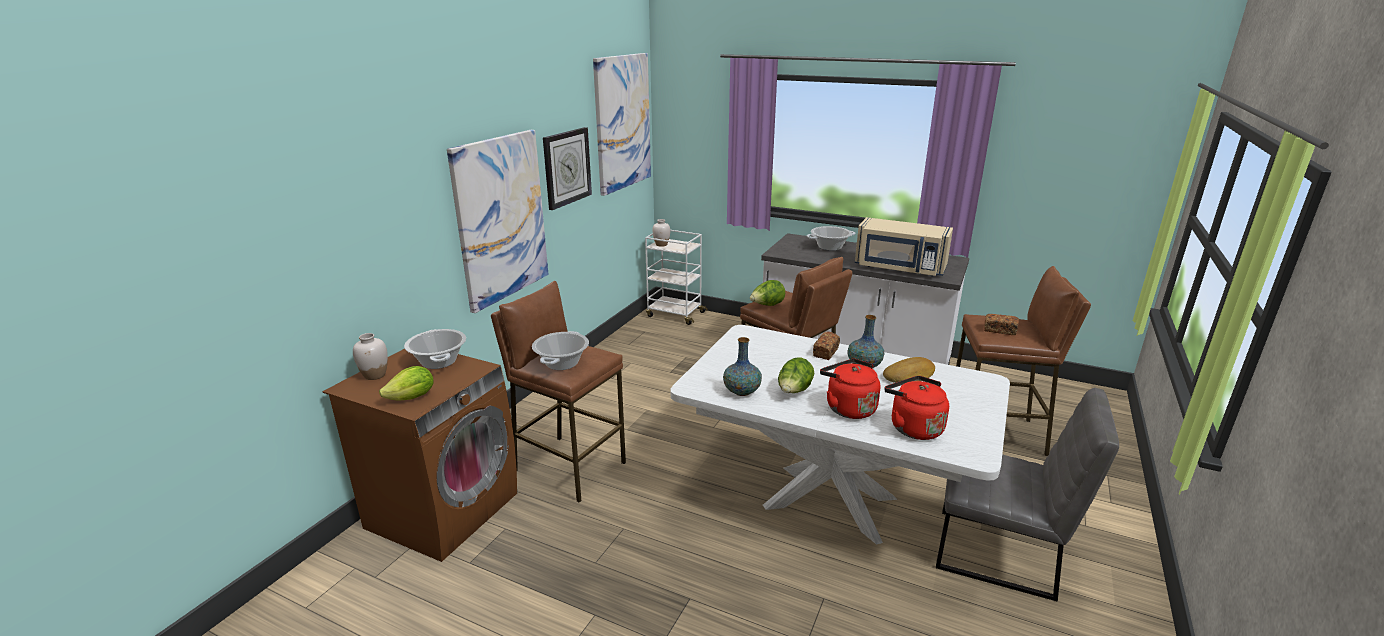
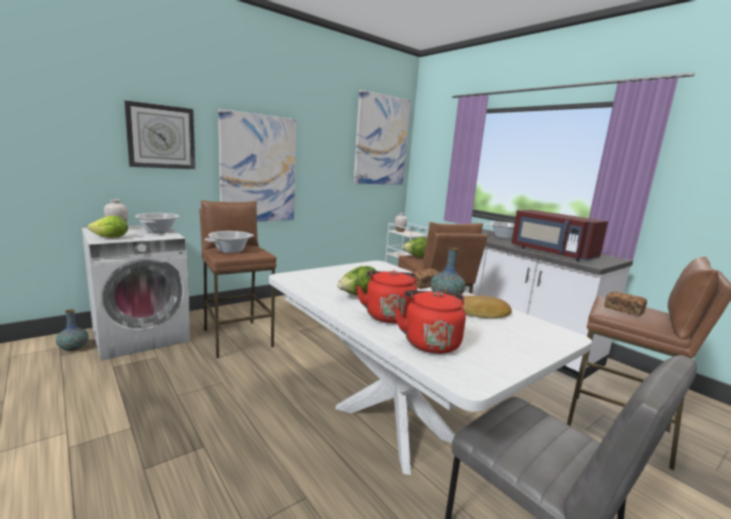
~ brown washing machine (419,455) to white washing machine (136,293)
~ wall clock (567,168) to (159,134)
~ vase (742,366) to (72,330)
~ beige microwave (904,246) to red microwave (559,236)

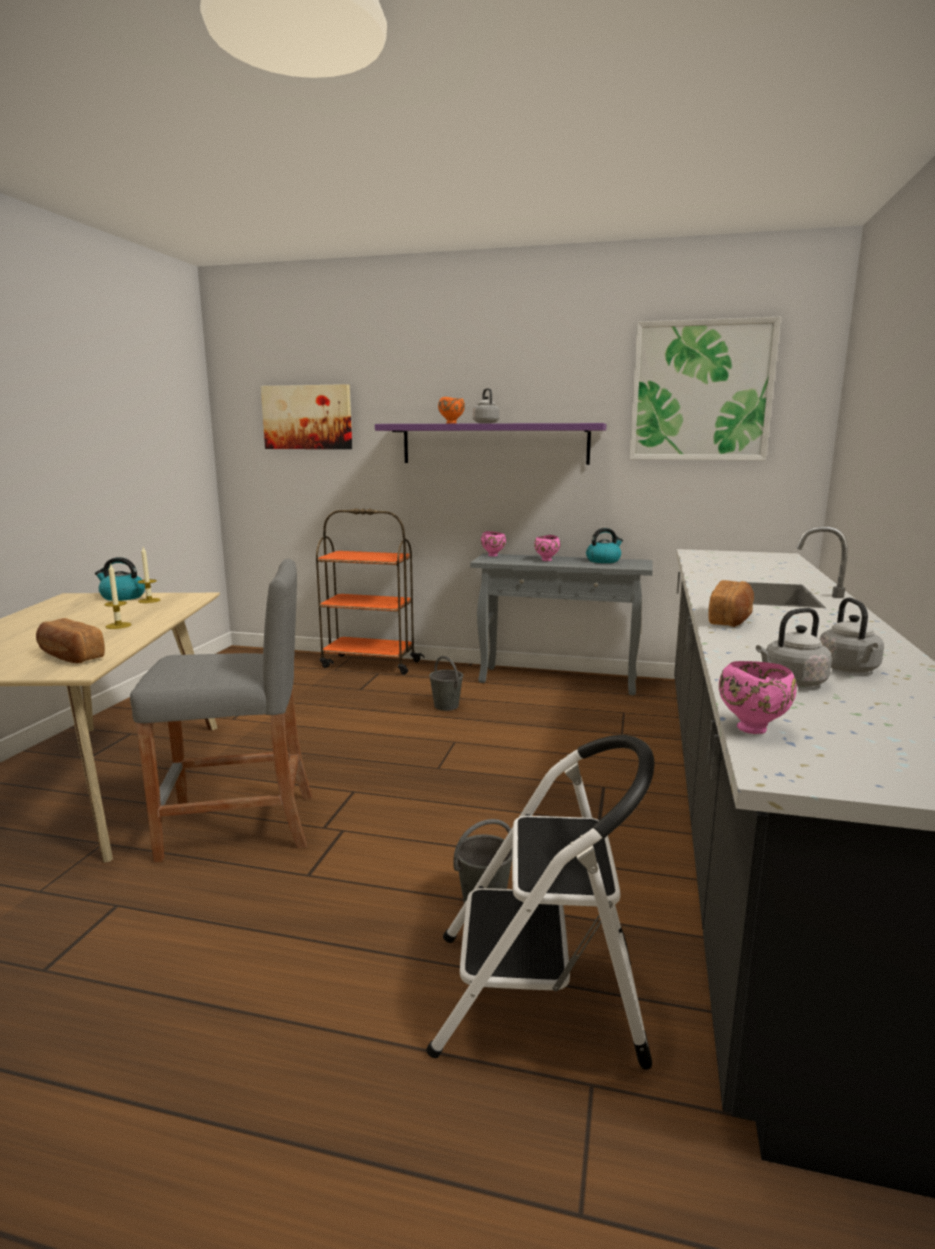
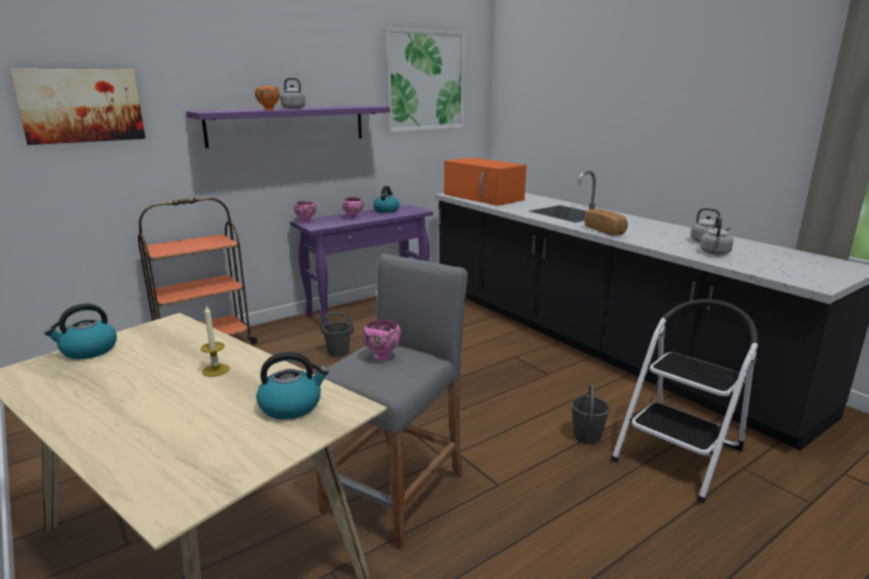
~ bread (70,640) to kettle (292,386)
- candle (149,575)
~ grey console table (561,624) to purple console table (361,266)
~ pink bowl (758,697) to (381,339)
+ orange microwave (485,181)

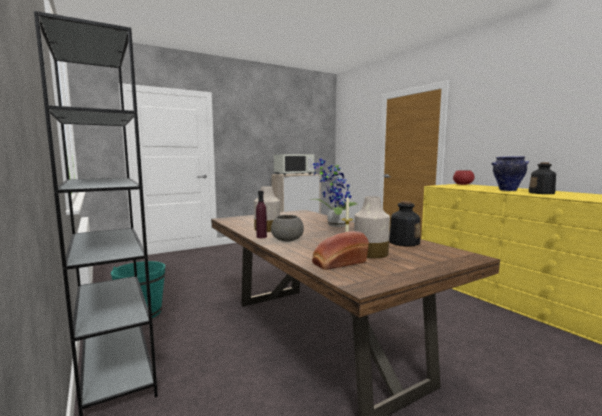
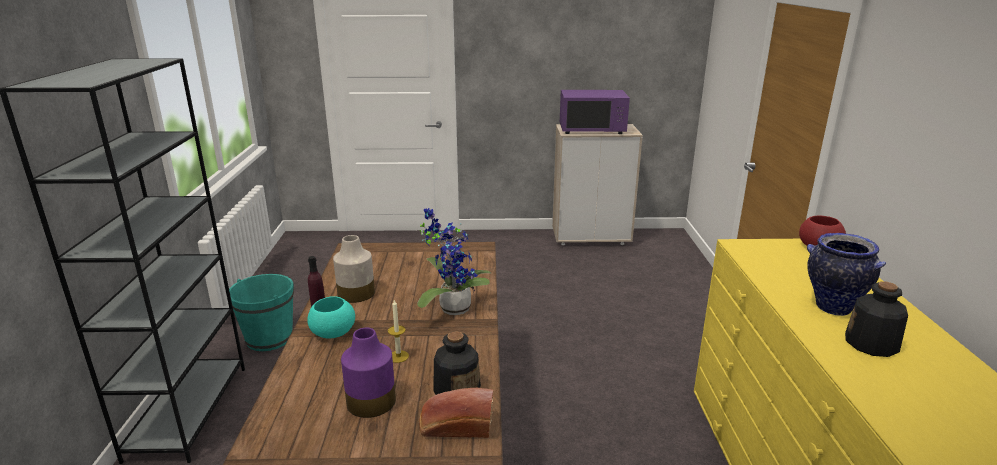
~ grey bowl (287,228) to turquoise bowl (331,317)
~ white microwave (294,164) to purple microwave (595,112)
~ bread (340,250) to (456,413)
~ beige vase (372,227) to purple vase (368,373)

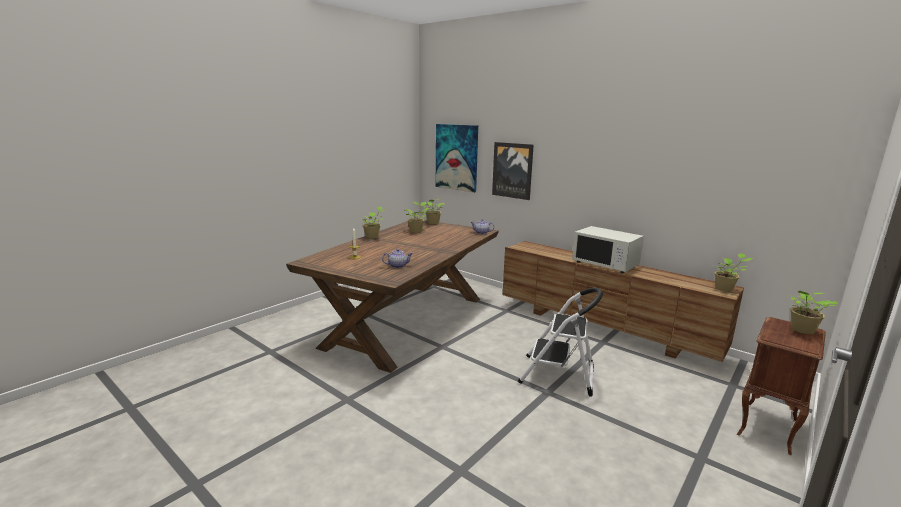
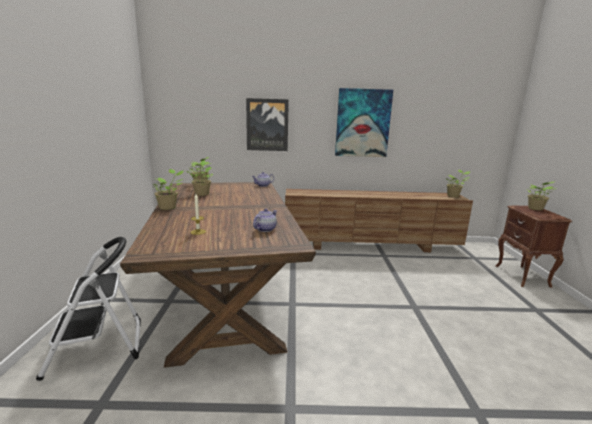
~ picture (457,158) to (364,122)
~ step ladder (560,342) to (88,309)
- white microwave (608,250)

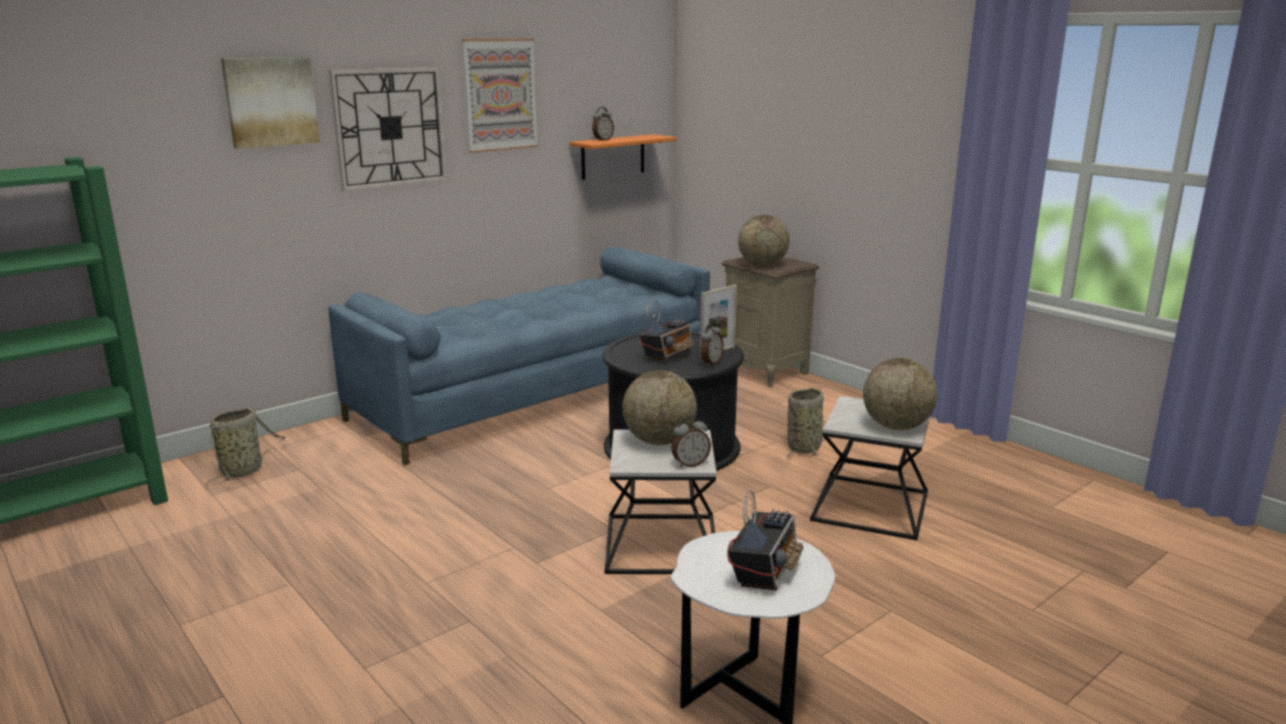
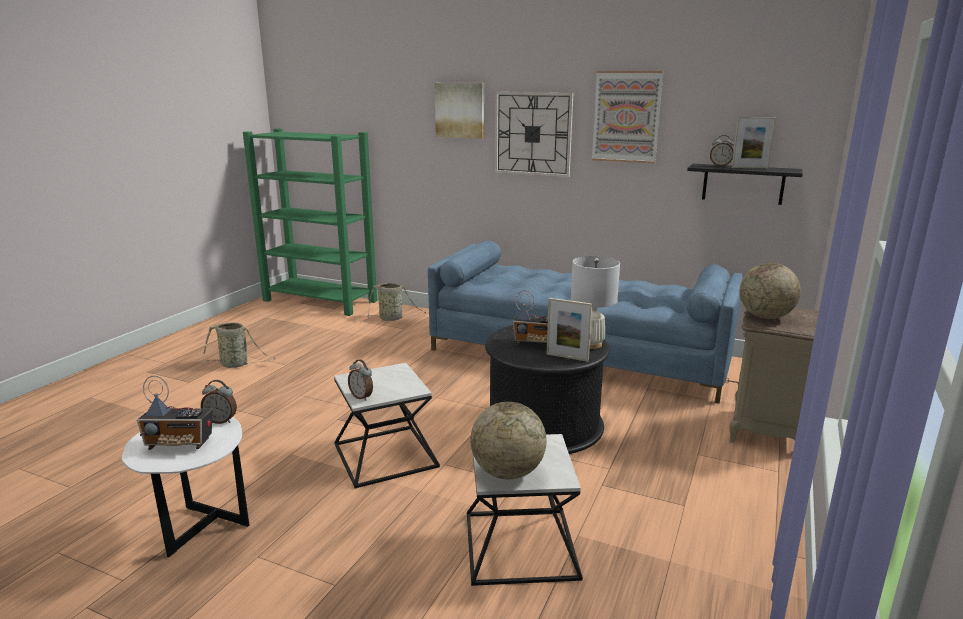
~ orange shelf (623,157) to black shelf (745,184)
- globe (659,407)
~ alarm clock (712,344) to (219,402)
~ basket (805,423) to (238,345)
+ white table lamp (595,302)
+ picture frame (753,143)

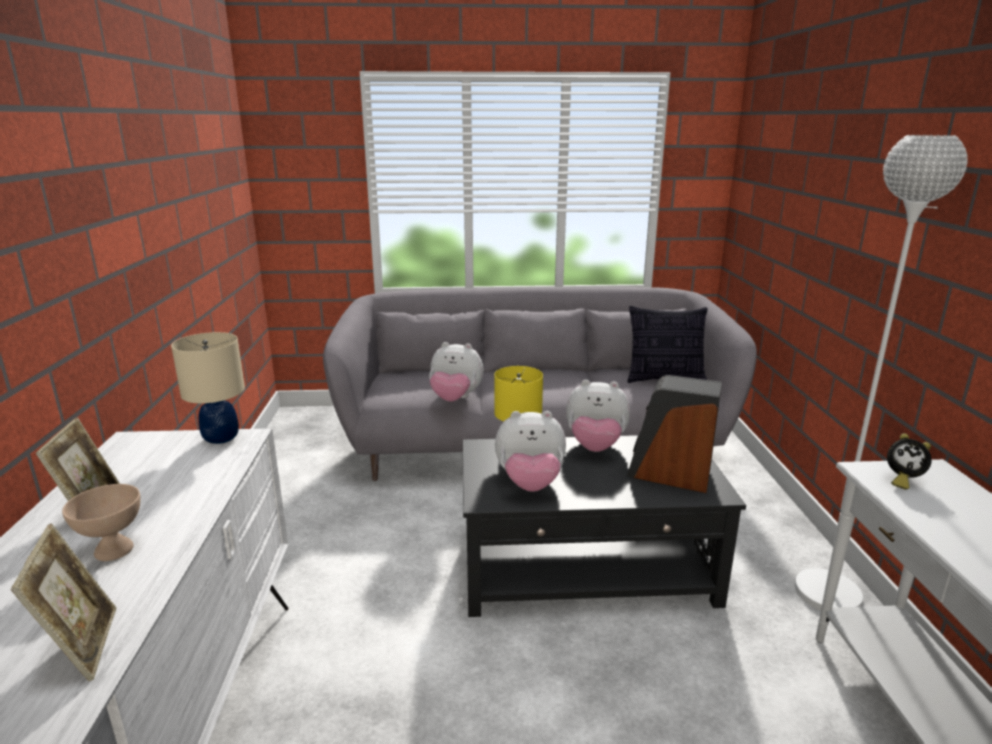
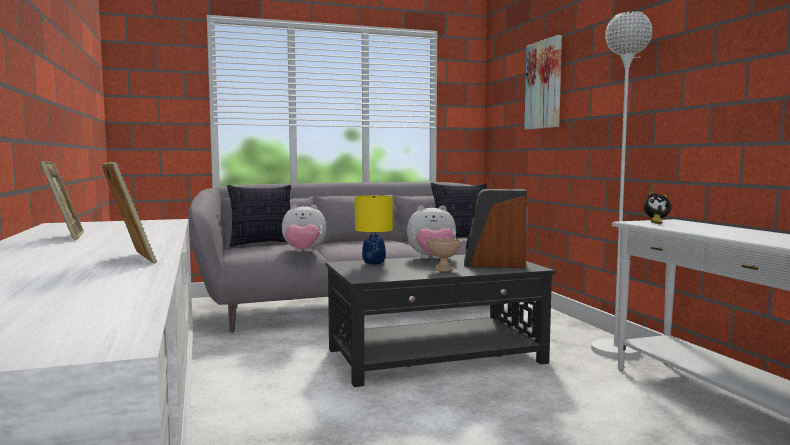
~ beige bowl (101,522) to (444,255)
- beige table lamp (208,388)
- plush toy (530,451)
+ pillow (259,216)
+ picture (543,82)

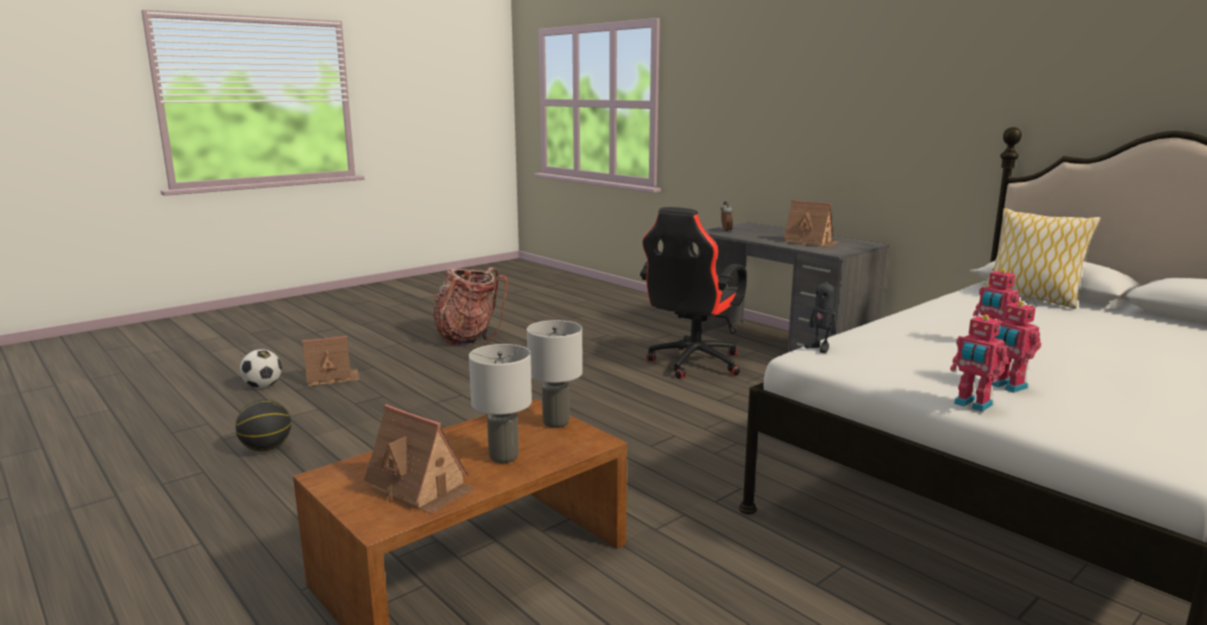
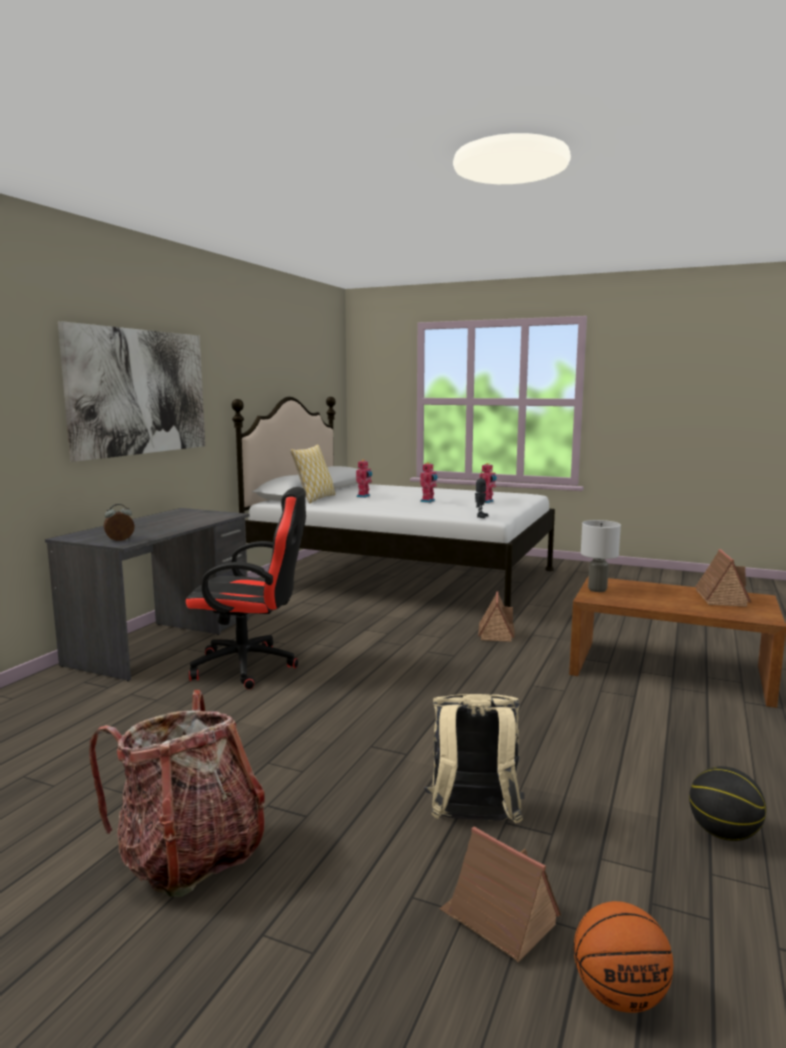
~ football (261,368) to basketball (623,957)
- white table lamp (500,403)
~ toy house (811,223) to (496,616)
~ toy robot (979,363) to (364,479)
+ picture (131,391)
+ beige backpack (474,758)

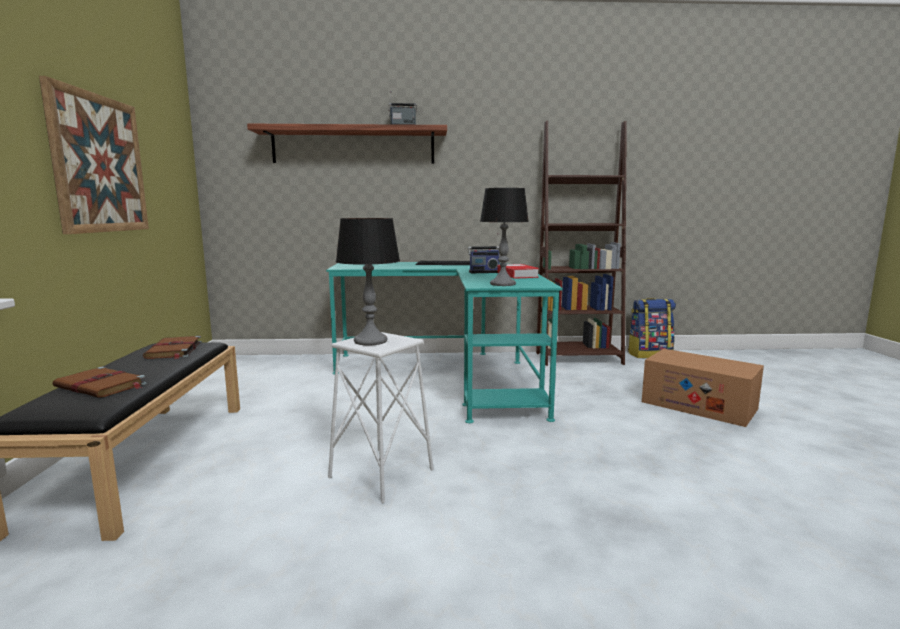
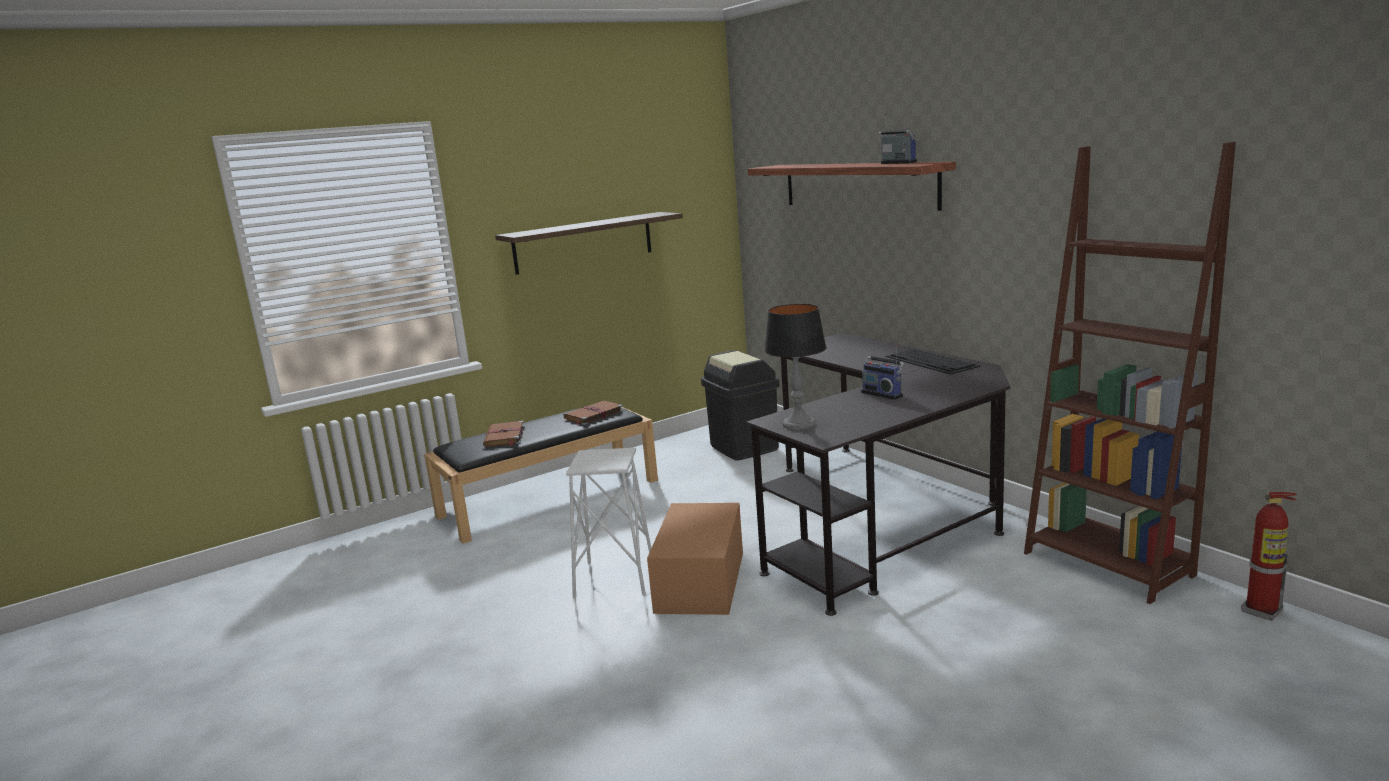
~ picture (94,155) to shelf (589,243)
~ turquoise desk (444,342) to black desk (878,474)
- table lamp (368,281)
- book (518,271)
~ backpack (652,328) to fire extinguisher (1269,556)
~ cardboard box (703,388) to (695,559)
+ black trash can (740,405)

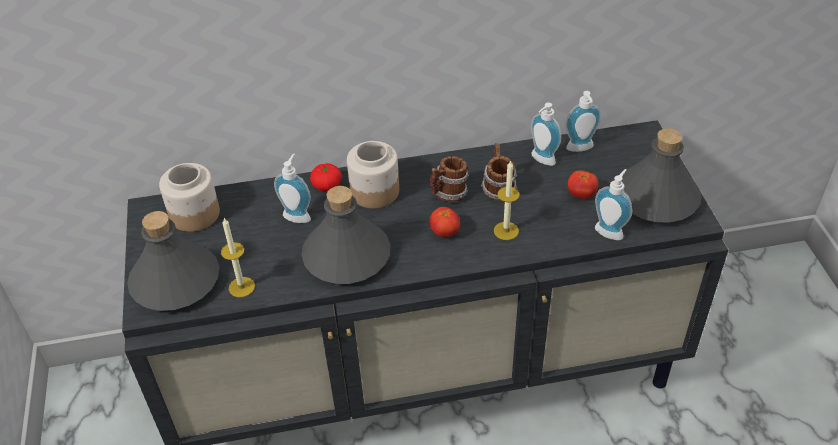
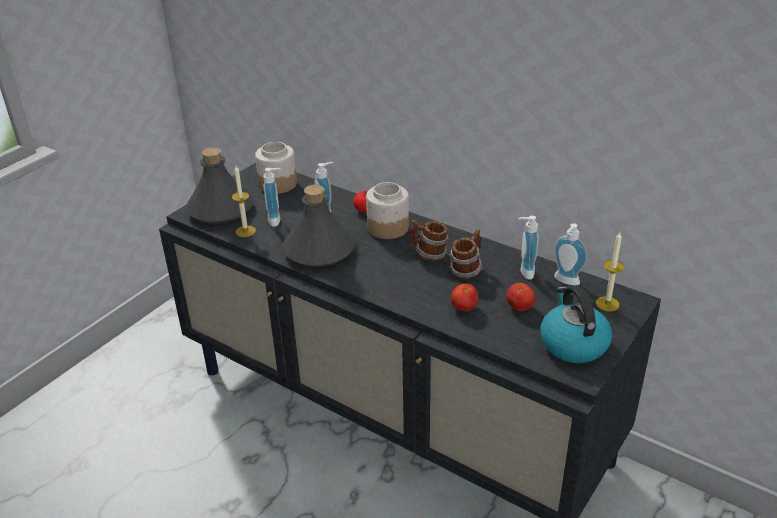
~ tomato (445,222) to (464,297)
~ candle (507,200) to (610,271)
~ soap dispenser (613,204) to (272,197)
~ grey bottle (661,175) to kettle (576,324)

